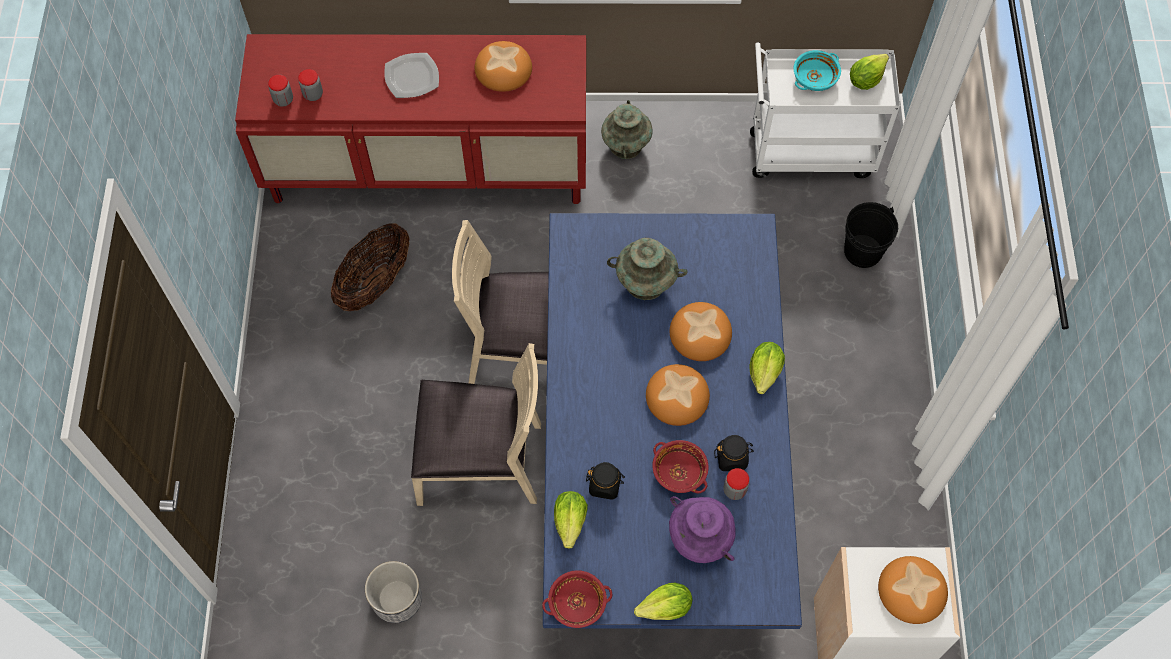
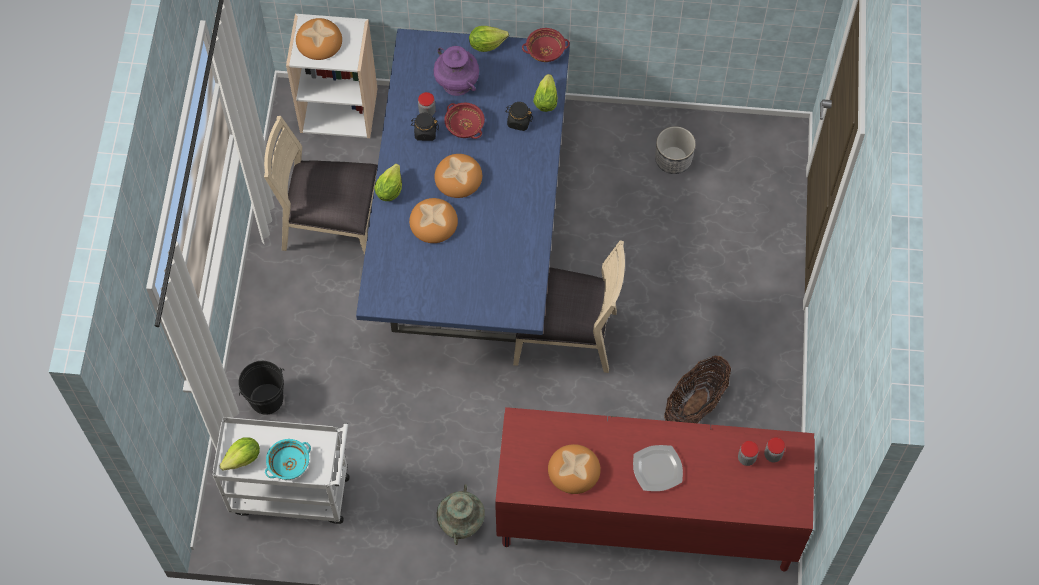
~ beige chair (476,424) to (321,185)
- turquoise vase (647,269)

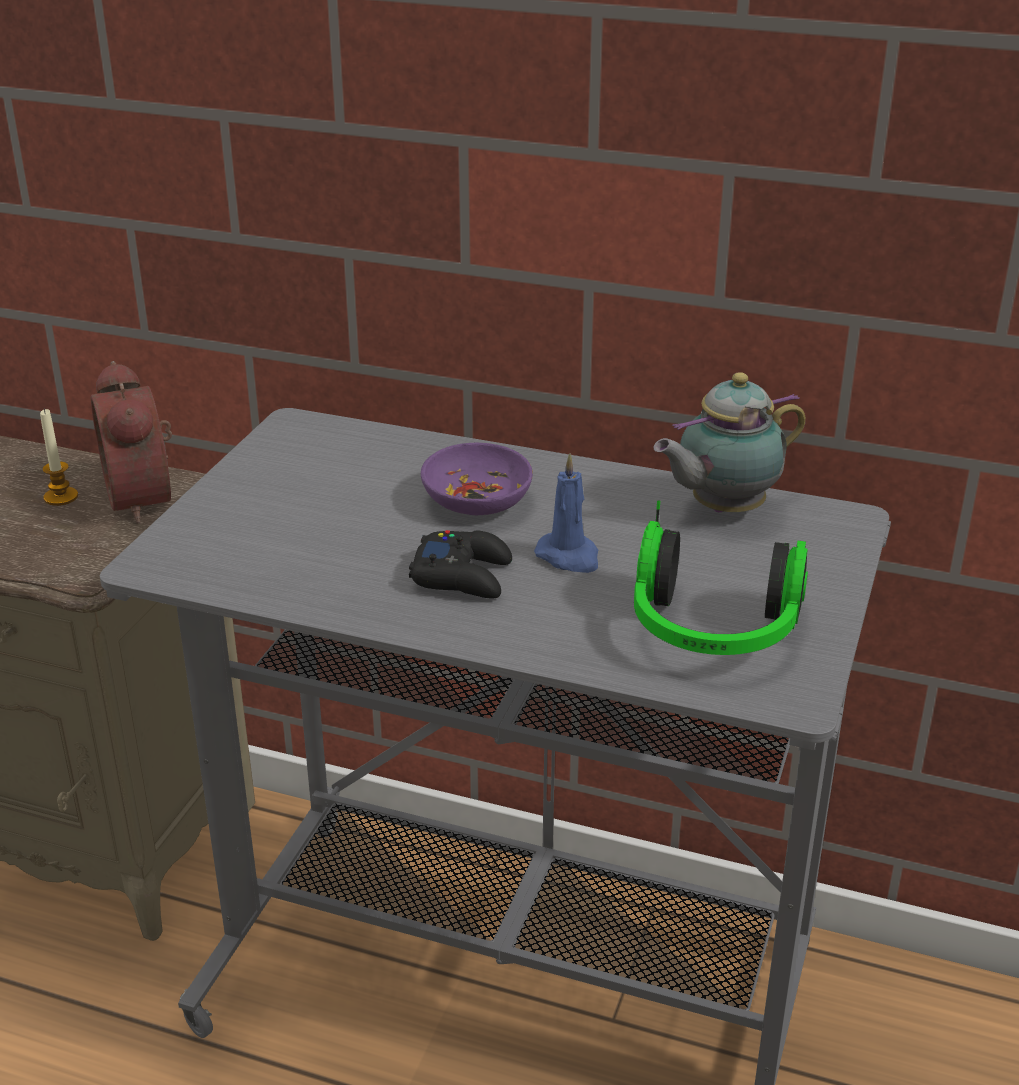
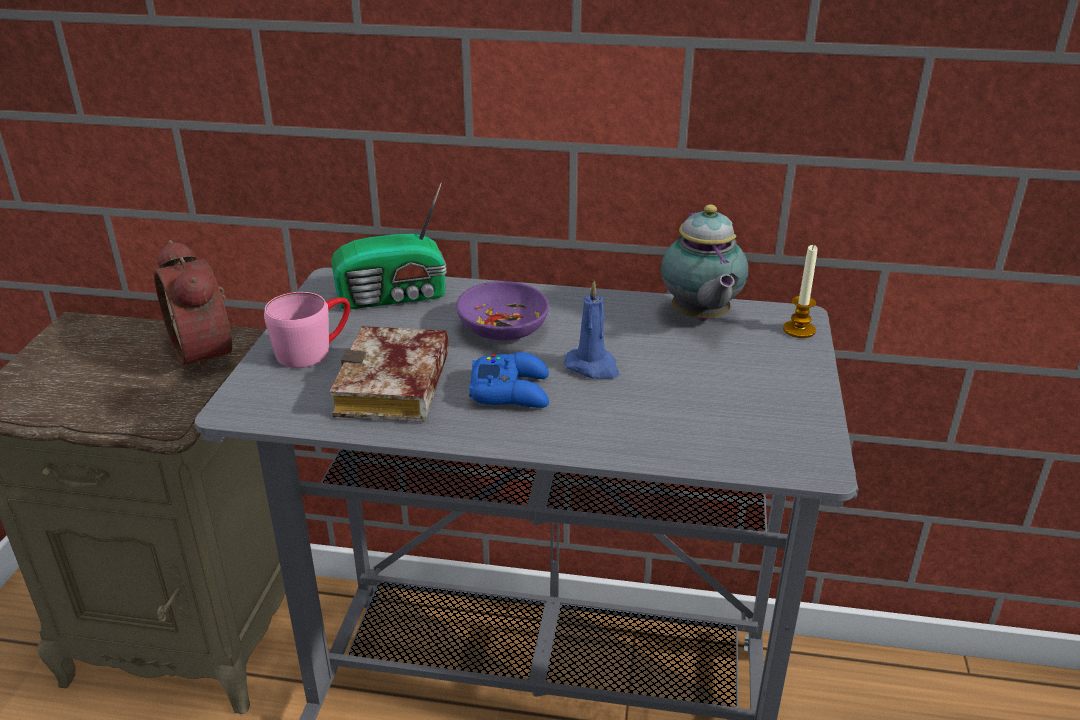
~ candle (59,457) to (800,291)
~ black game controller (460,564) to blue game controller (509,380)
- headphones (721,577)
~ teapot (730,442) = (704,263) 60 degrees counterclockwise
+ pink mug (307,330)
+ book (389,374)
+ radio (389,246)

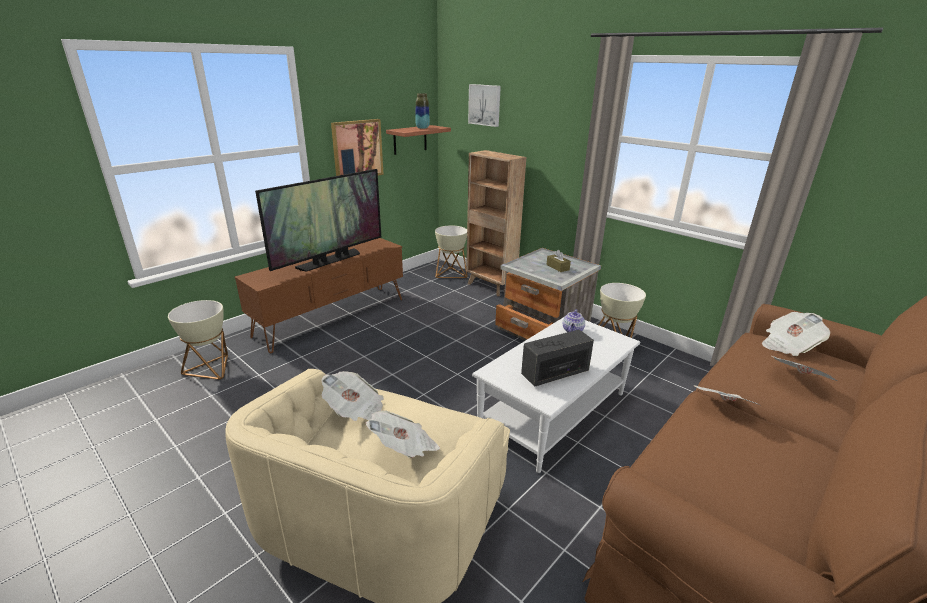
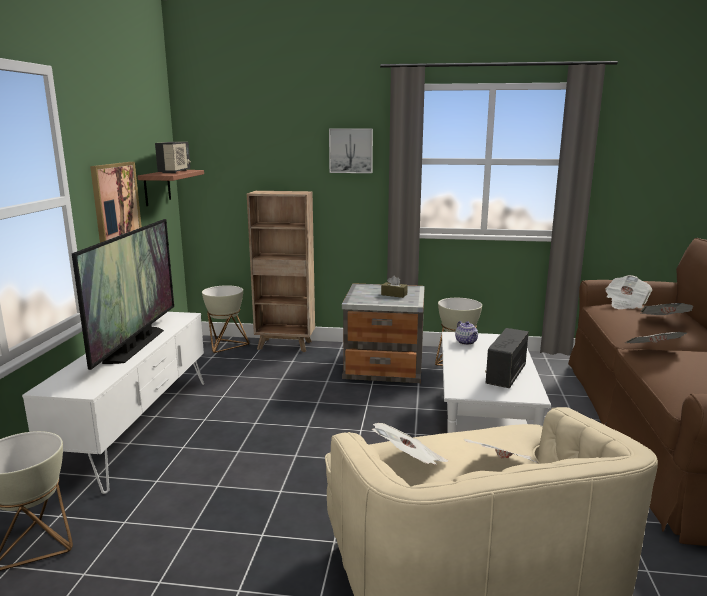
~ brown tv stand (319,295) to white tv stand (113,403)
~ vase (422,111) to radio (173,157)
~ picture (484,105) to (351,150)

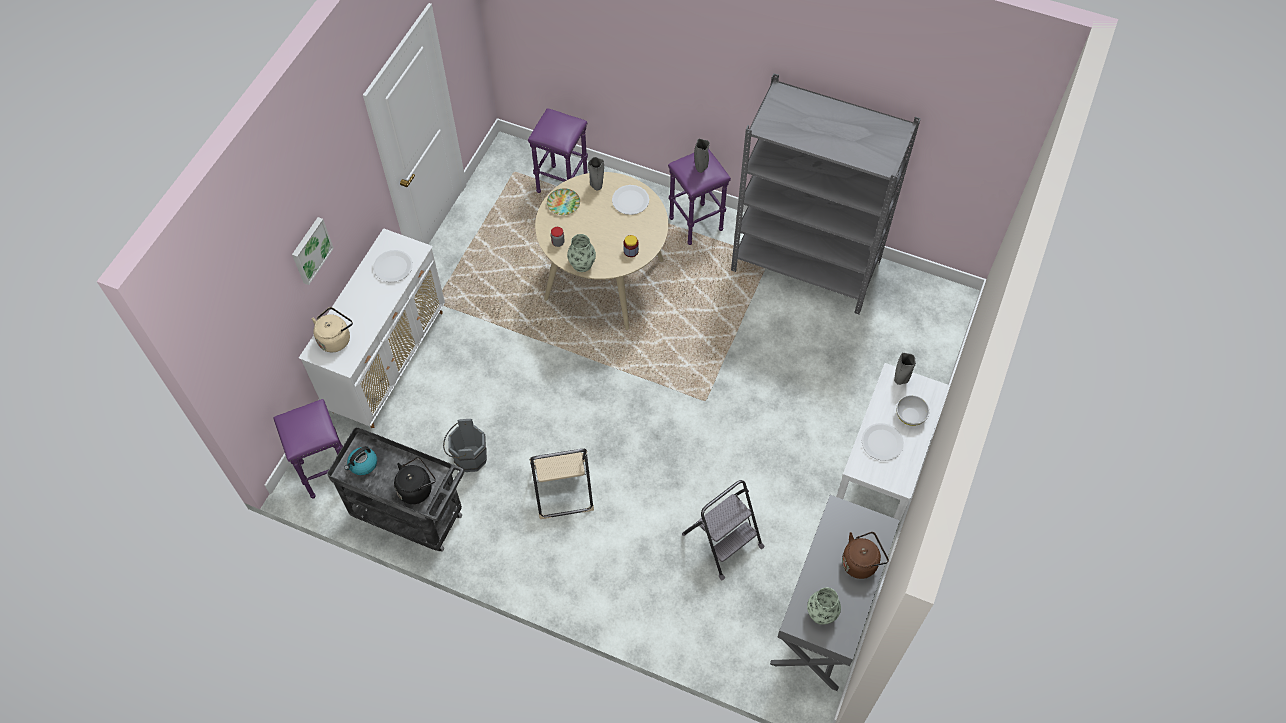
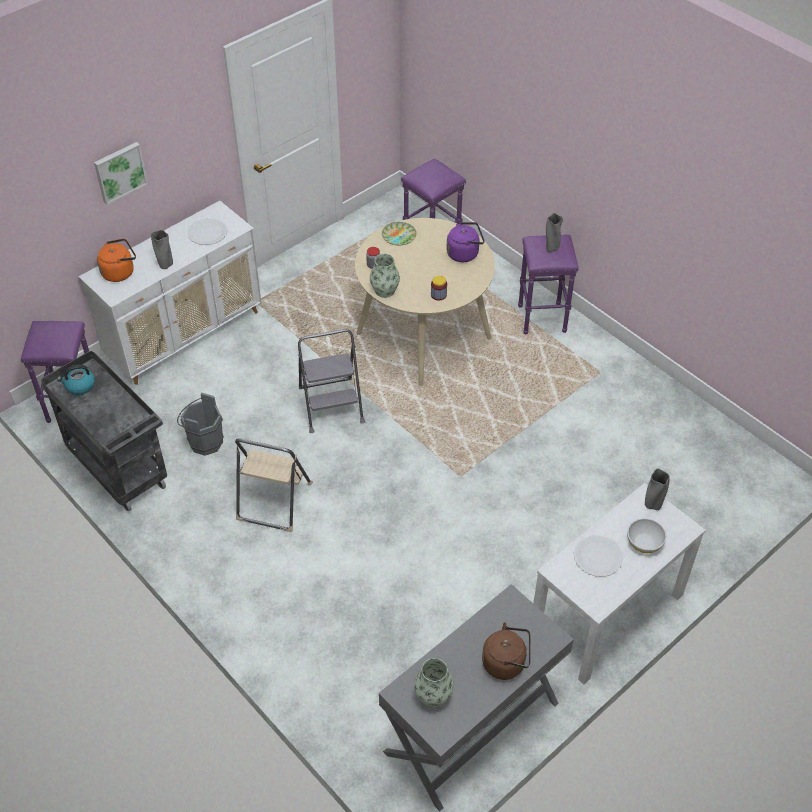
~ beige kettle (332,329) to orange kettle (116,260)
- black kettle (415,480)
~ grey vase (596,173) to (162,249)
~ white plate (630,200) to purple kettle (465,242)
~ grey step ladder (723,530) to (331,381)
- grey bookcase (826,193)

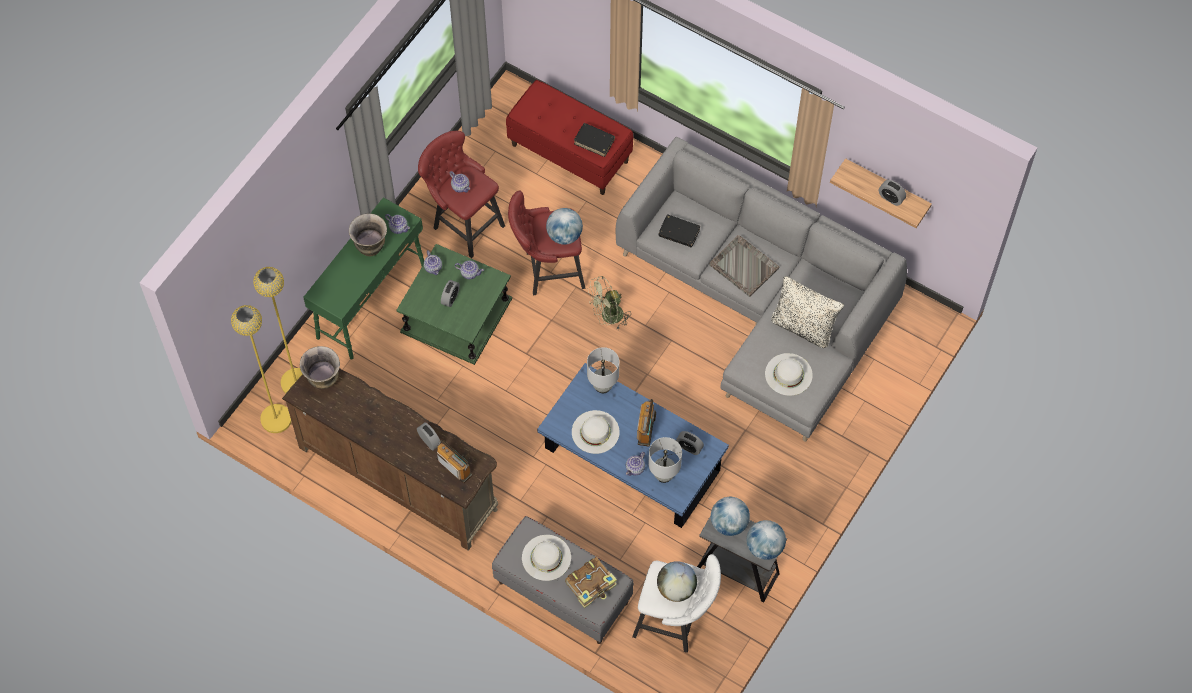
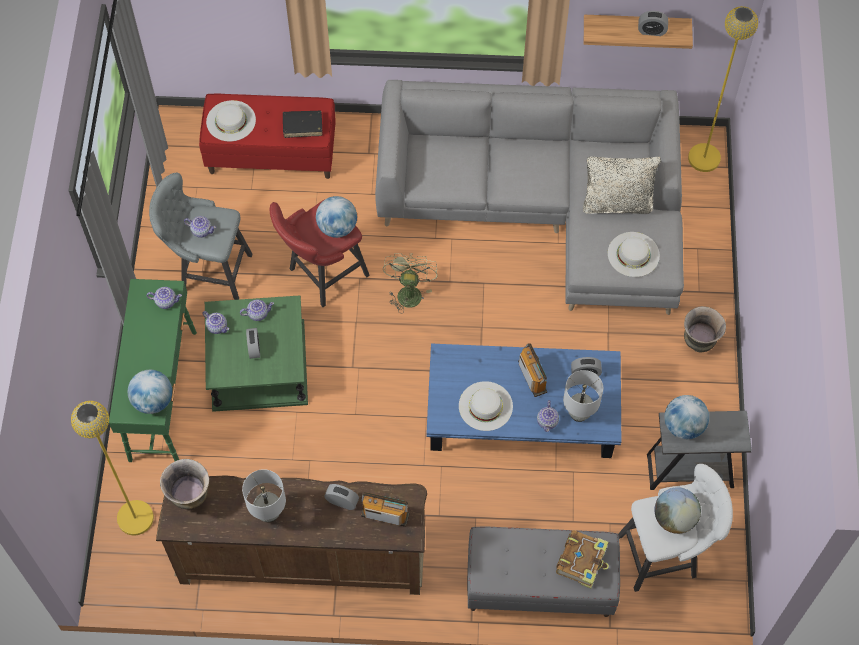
~ yellow floor lamp (261,369) to (723,89)
~ vase (368,234) to (705,329)
~ red stool (461,194) to grey stool (201,236)
~ white hat (546,558) to (231,121)
~ white table lamp (603,370) to (264,495)
~ green fan (609,303) = (410,283) 150 degrees clockwise
- black book (679,230)
- grey tray (744,266)
~ globe (766,540) to (150,392)

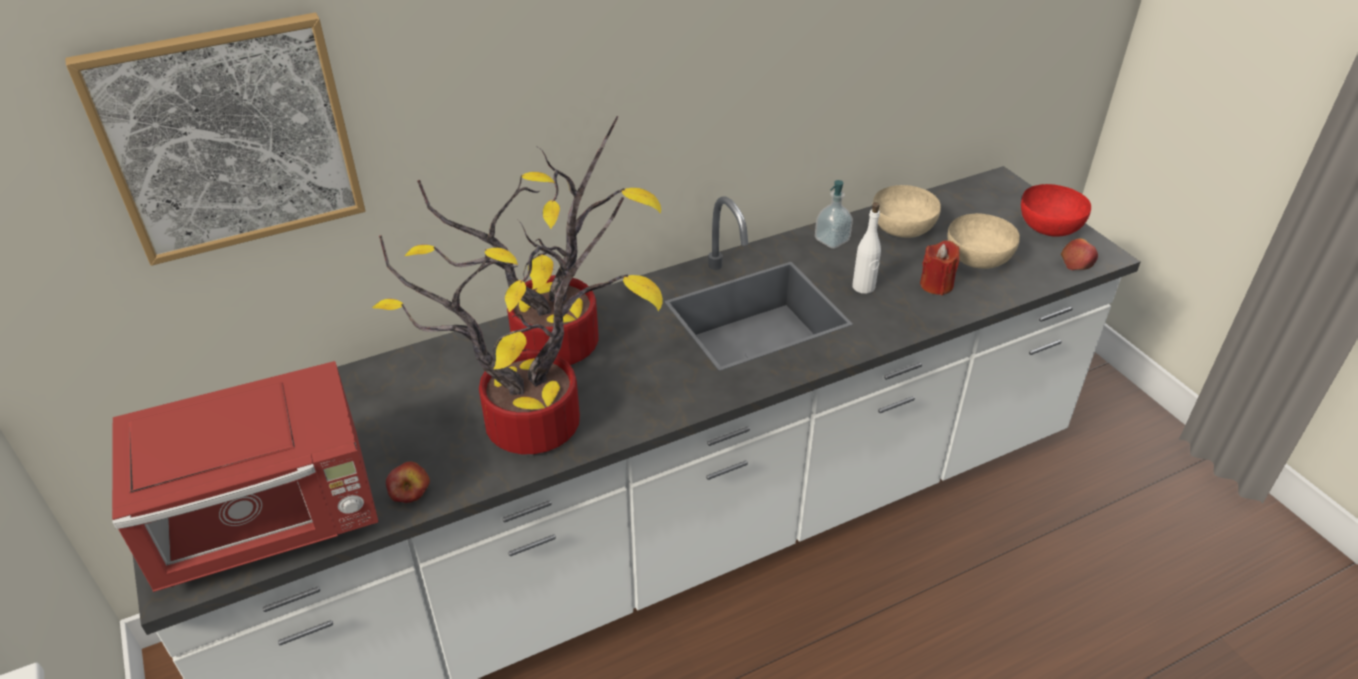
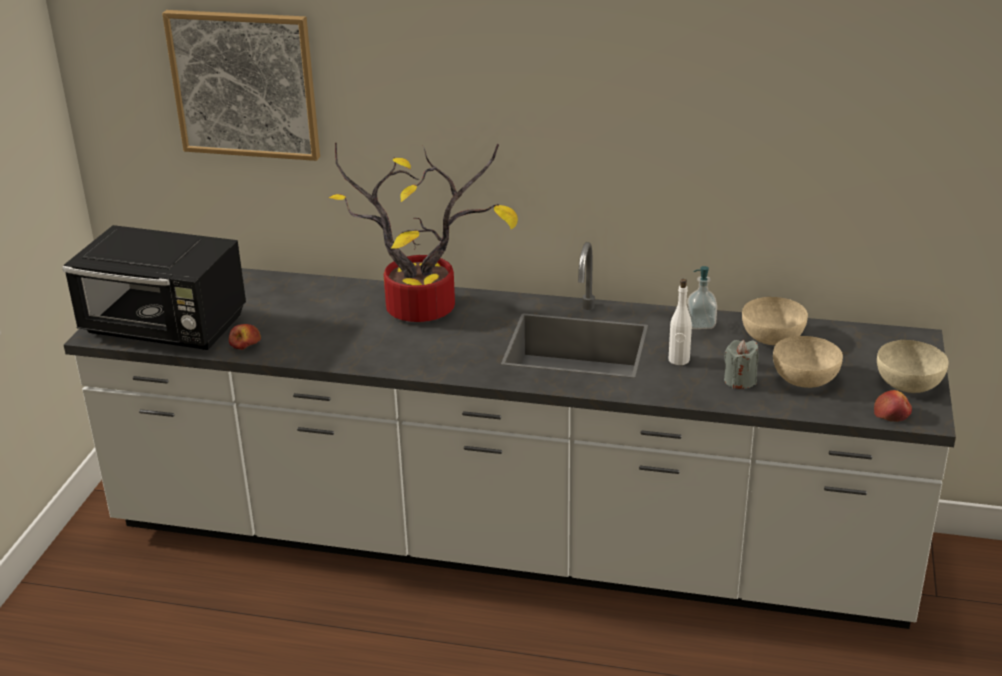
~ red microwave (245,476) to black microwave (154,287)
- potted plant (517,325)
~ red candle (939,268) to grey candle (741,364)
~ red bowl (1056,210) to beige bowl (913,366)

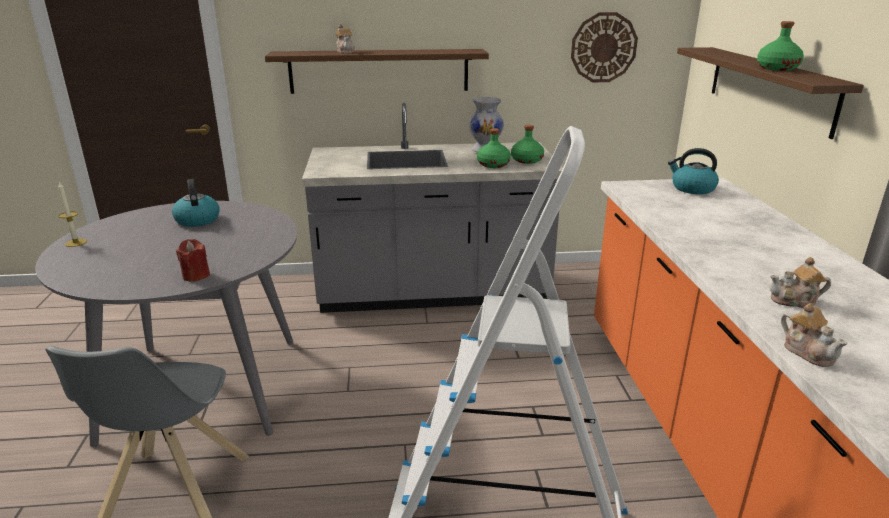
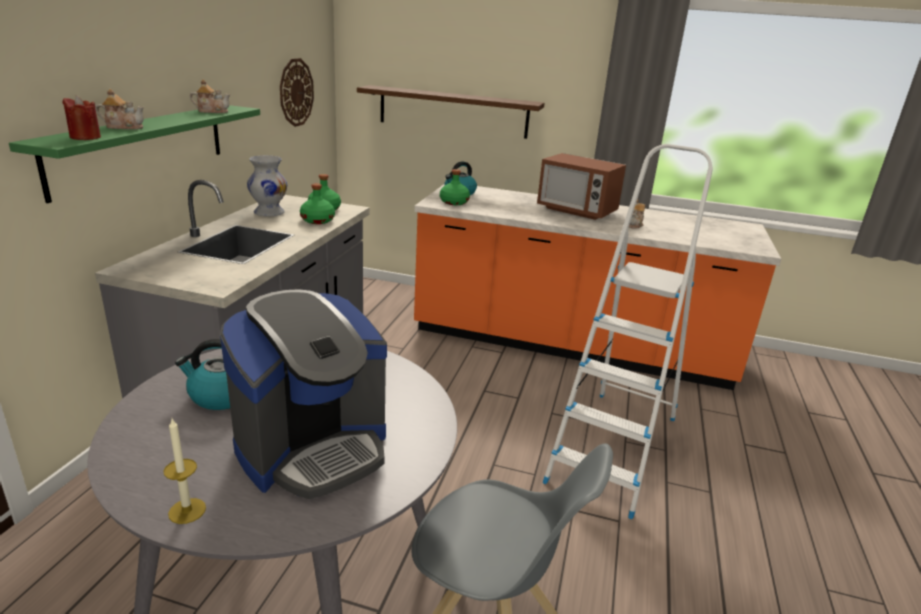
~ red candle (193,260) to (81,118)
~ brown shelf (377,71) to green shelf (134,154)
~ green bottle (780,46) to (455,187)
~ teapot (814,335) to (210,96)
+ coffee machine (303,394)
+ microwave (581,186)

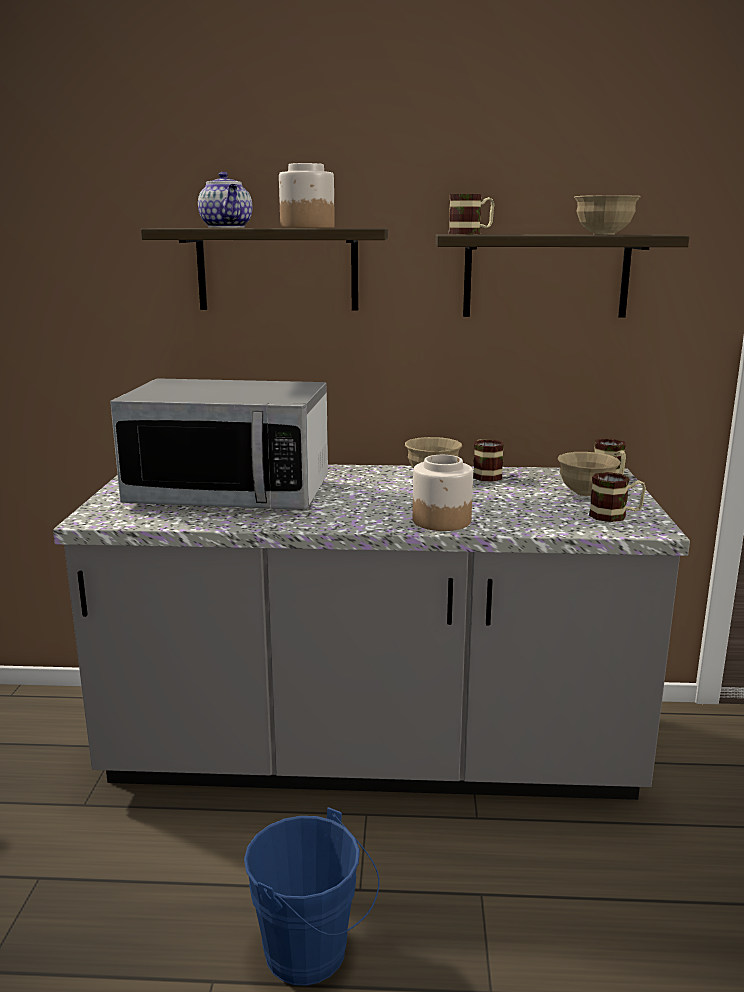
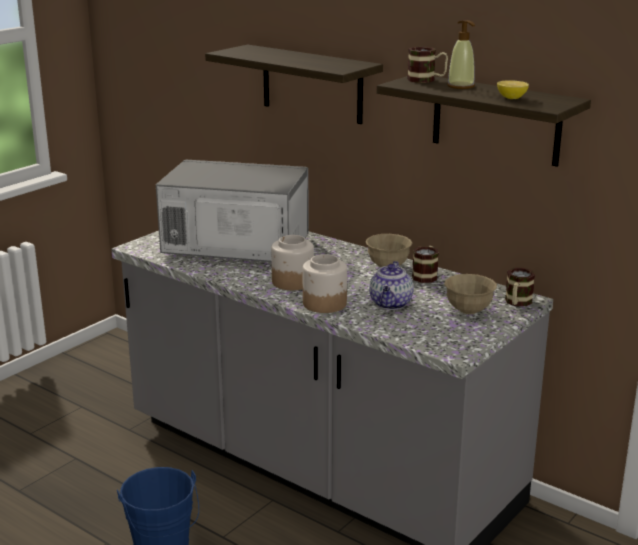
~ microwave (219,444) = (232,211) 150 degrees clockwise
~ teapot (225,200) to (391,285)
~ jar (307,195) to (292,262)
~ beige bowl (607,215) to lemon (513,89)
- mug (617,497)
+ soap dispenser (461,54)

